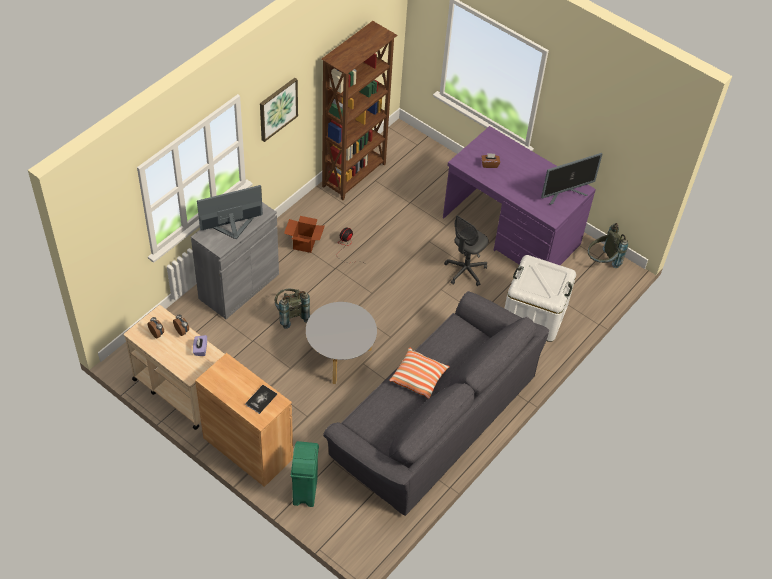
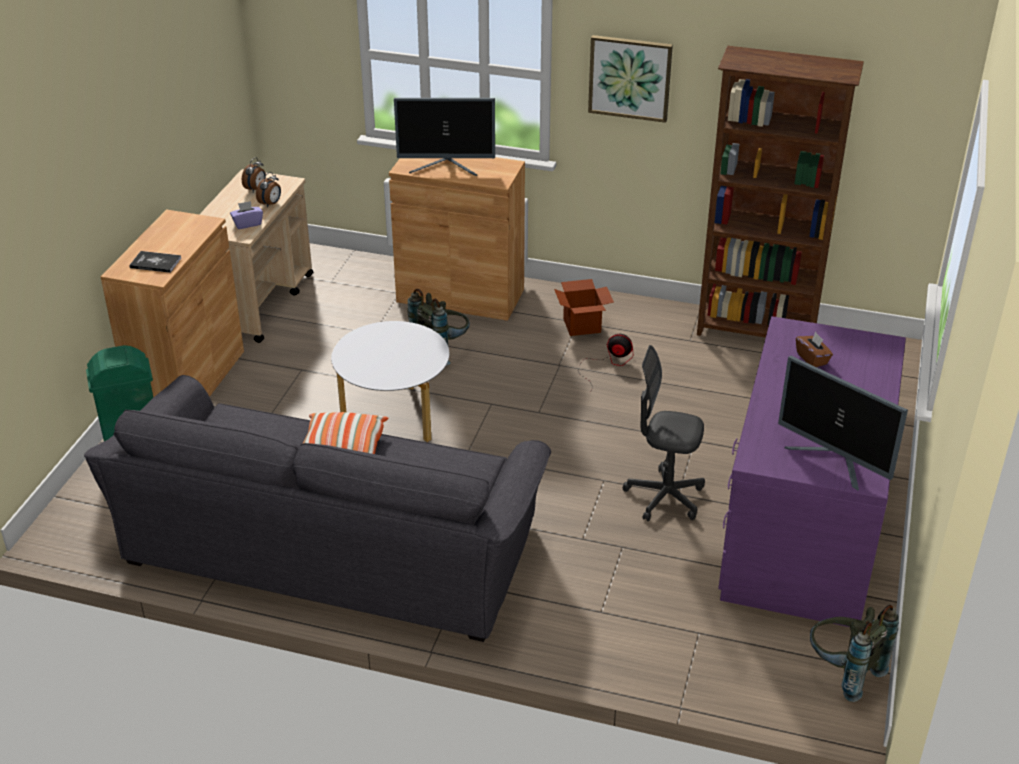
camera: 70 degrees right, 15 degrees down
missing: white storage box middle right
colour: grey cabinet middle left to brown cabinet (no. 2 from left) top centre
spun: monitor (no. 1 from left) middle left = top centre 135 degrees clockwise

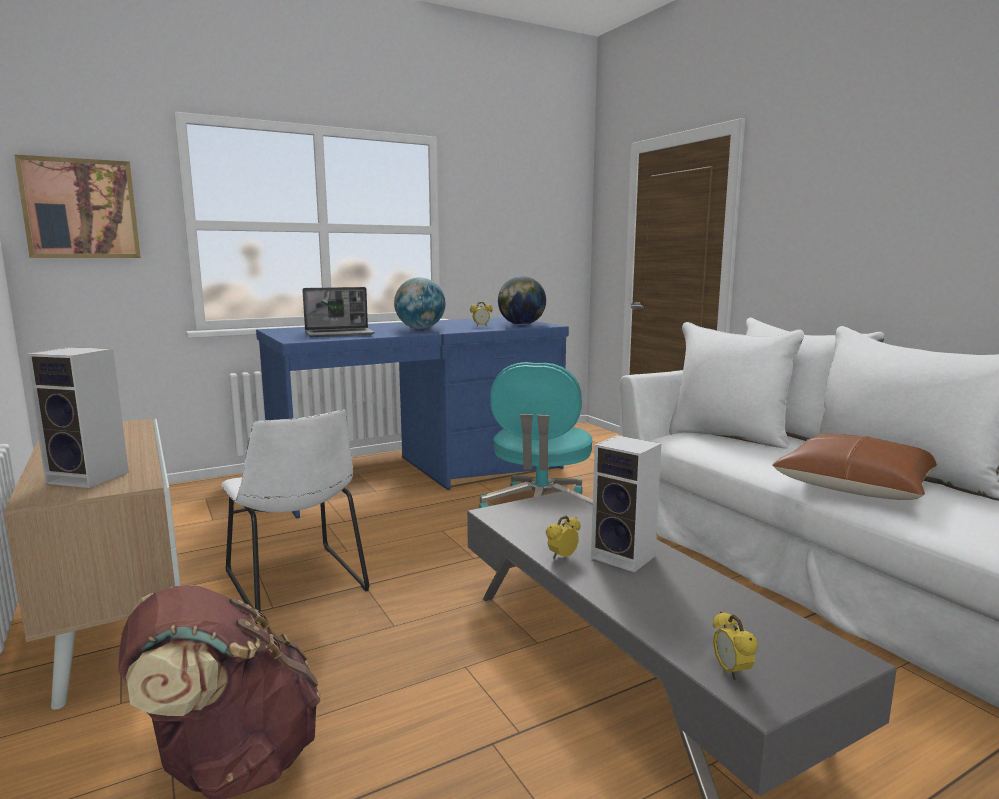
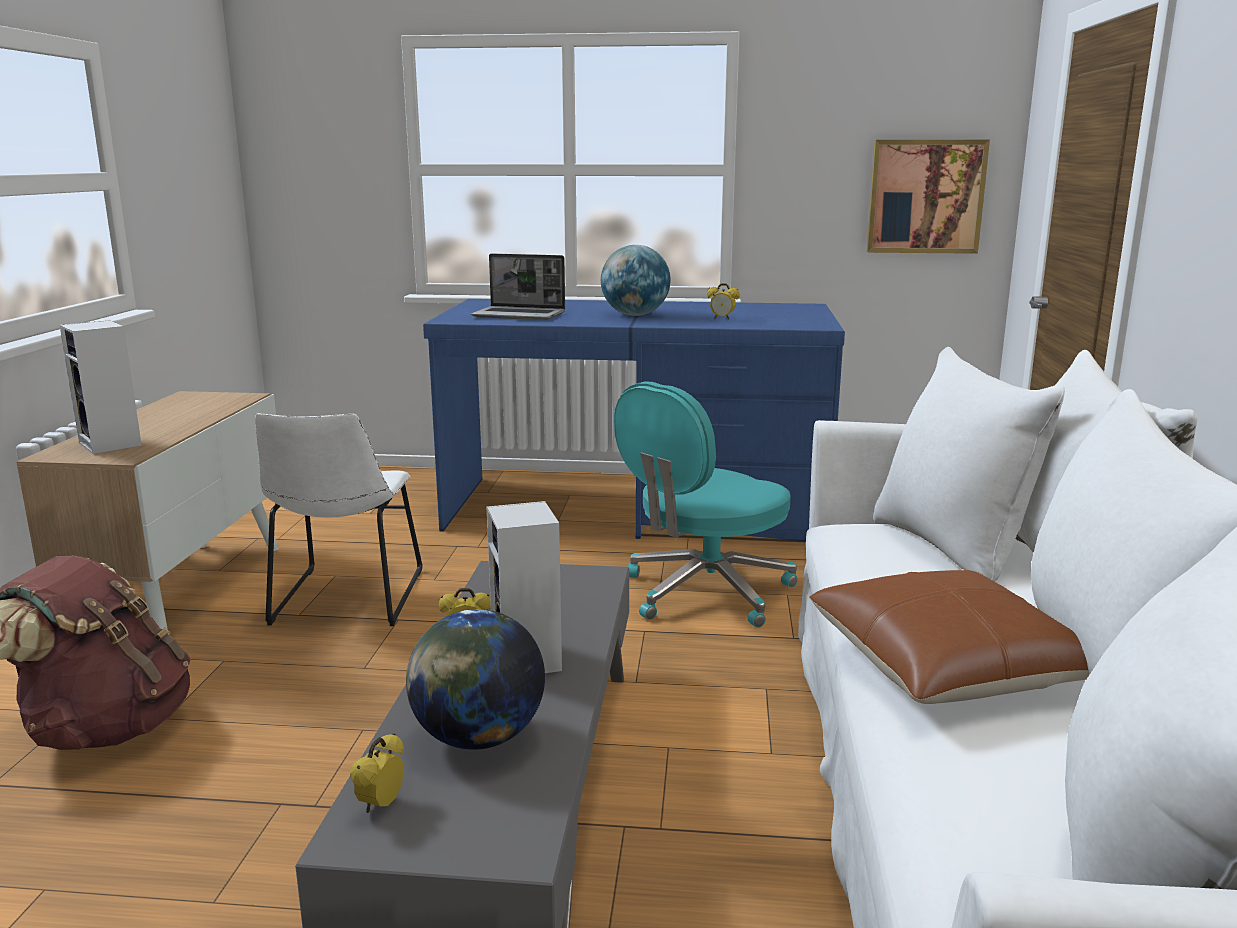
camera: 35 degrees right, 5 degrees up
relocated: globe (no. 2 from left in the first image) centre to globe (no. 1 from left) bottom centre; picture top left to top right

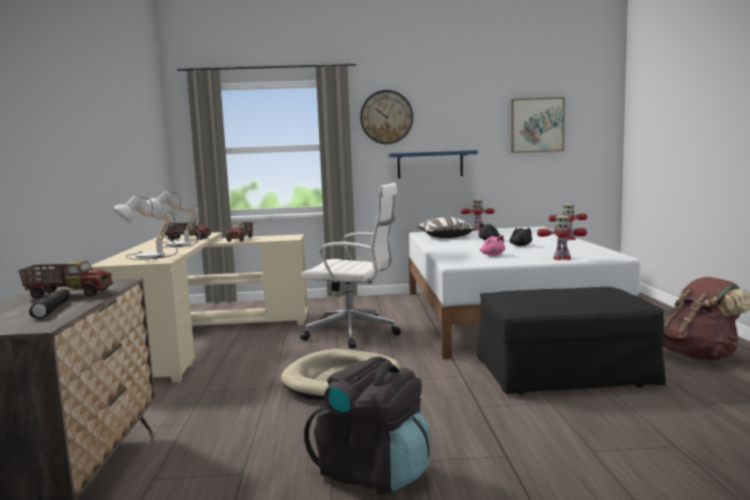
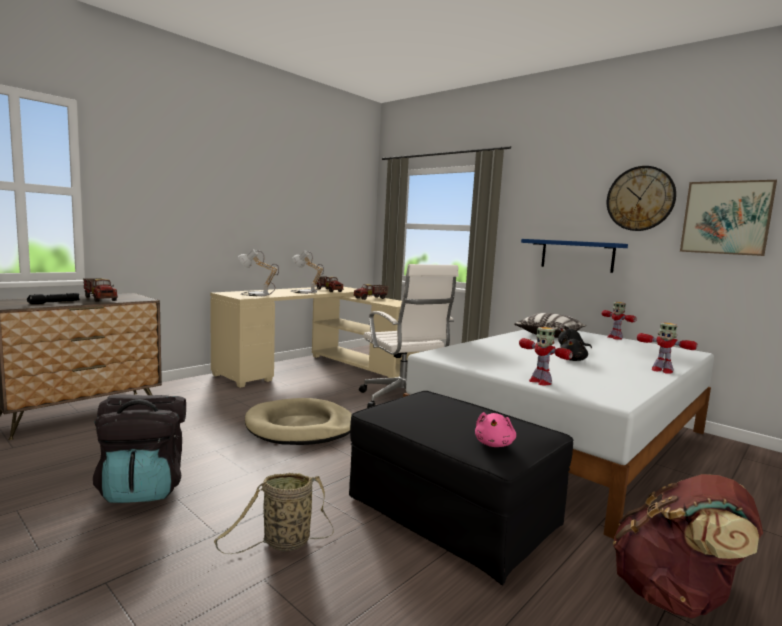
camera: 45 degrees right, 0 degrees up
appeared: basket bottom centre
relocated: pink plush toy centre to bottom centre; wall clock top centre to top right

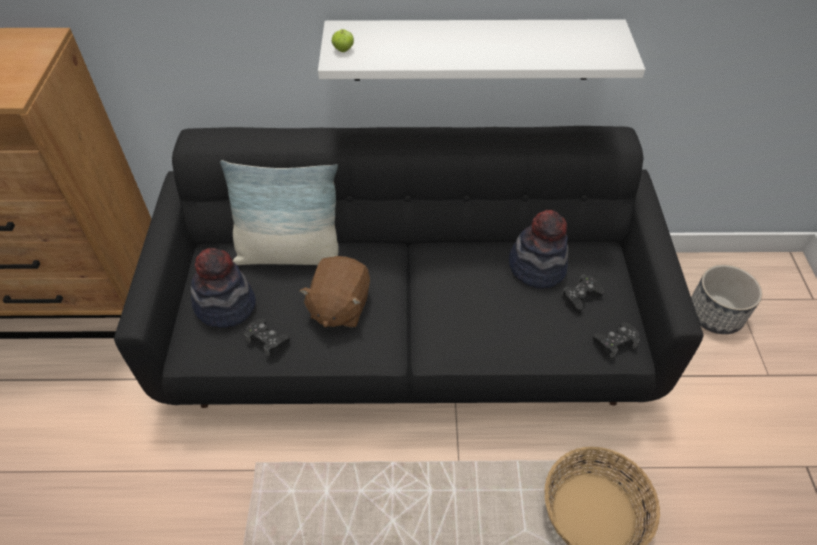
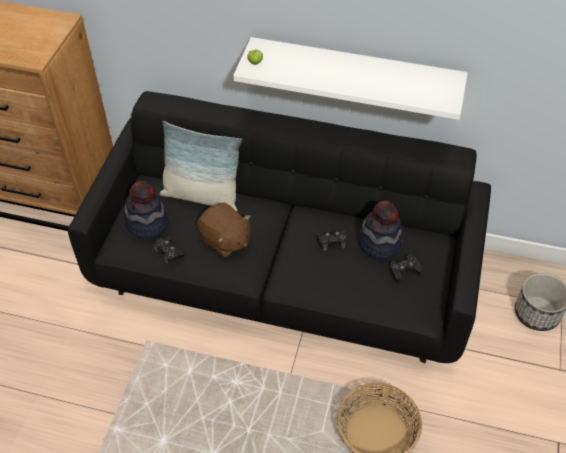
camera: 15 degrees right, 0 degrees up
relocated: black game controller (no. 3 from left in the first image) middle right to black game controller (no. 2 from left) centre
spun: brown plush toy centre = centre 75 degrees counterclockwise

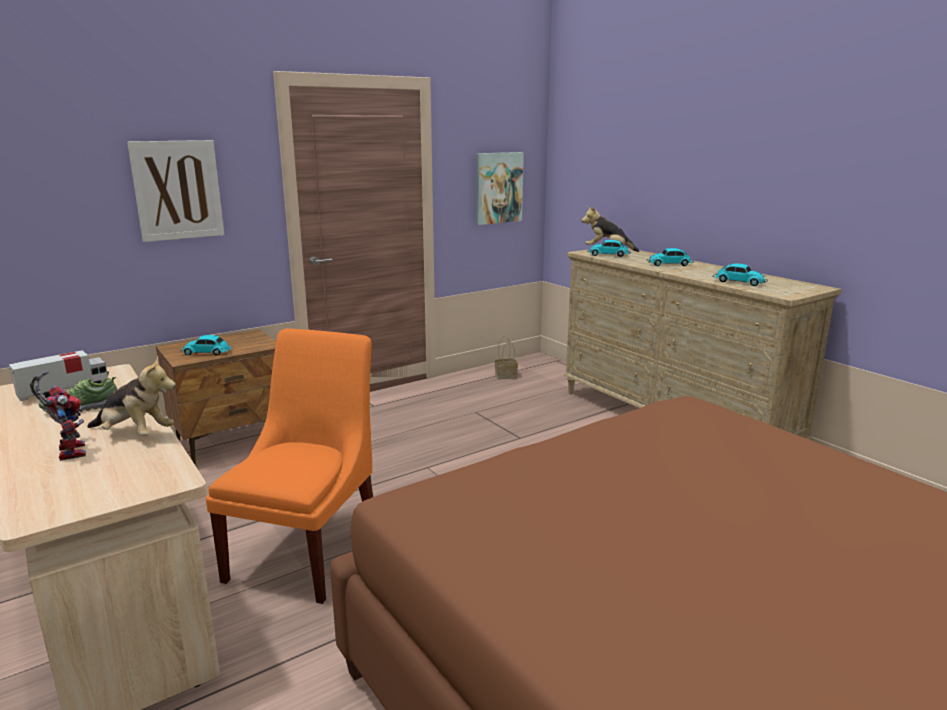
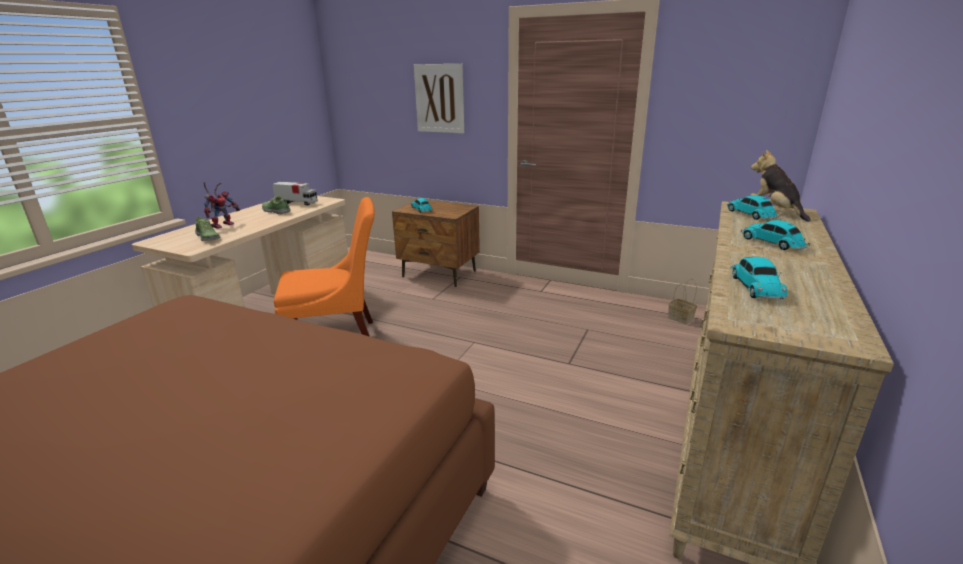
camera: 60 degrees right, 5 degrees up
missing: plush toy (no. 1 from left) middle left; picture (no. 2 from left) top centre
appeared: shoe (no. 1 from left) middle left

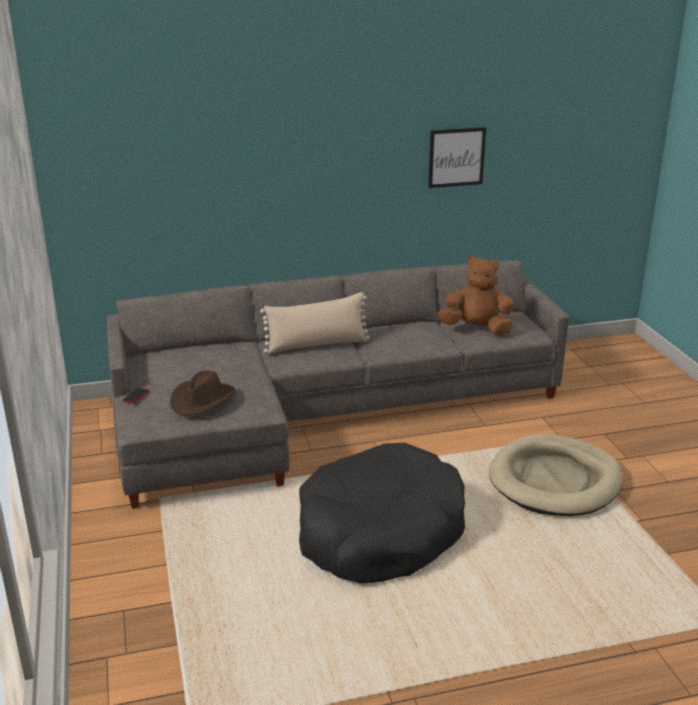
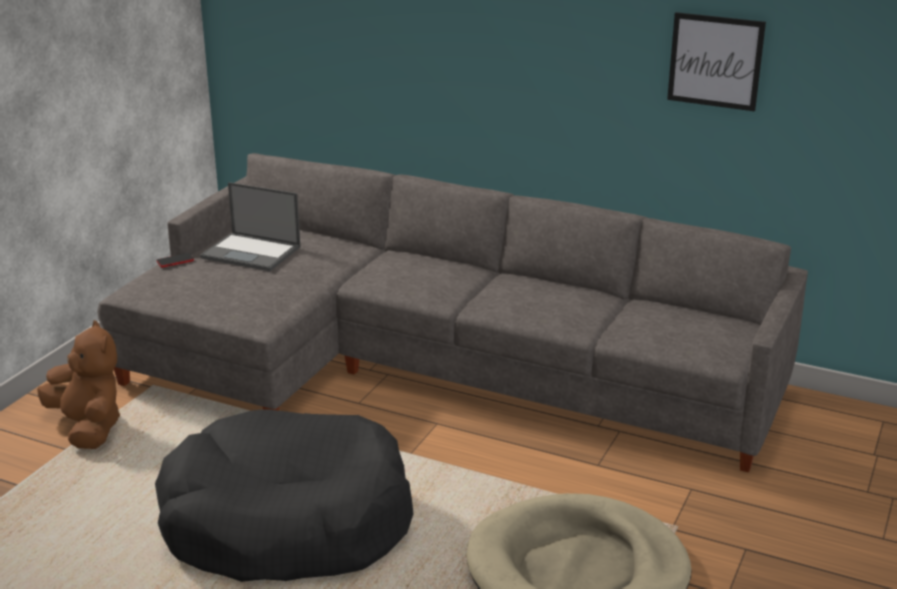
camera: 40 degrees right, 0 degrees up
missing: brown hat middle left; beige pillow centre
appeared: laptop middle left
relocated: brown plush toy middle right to middle left

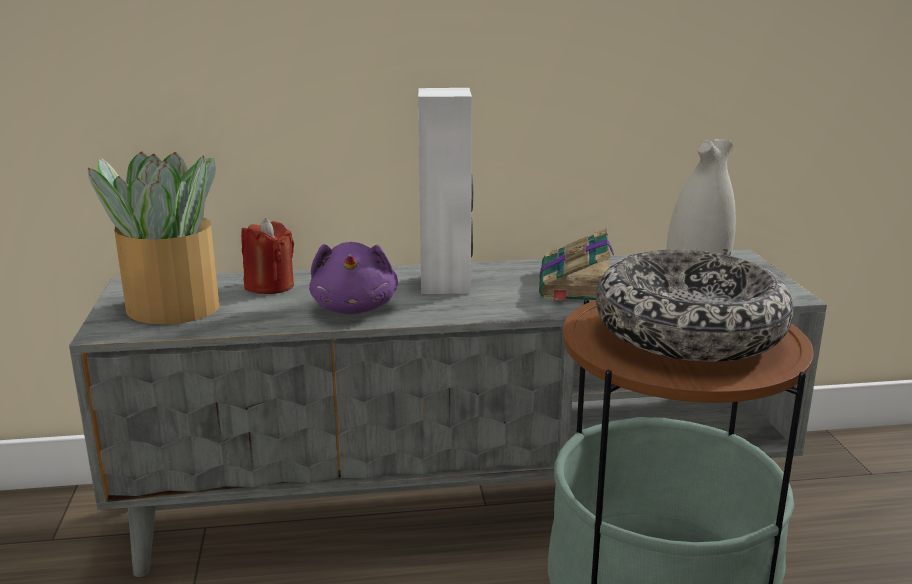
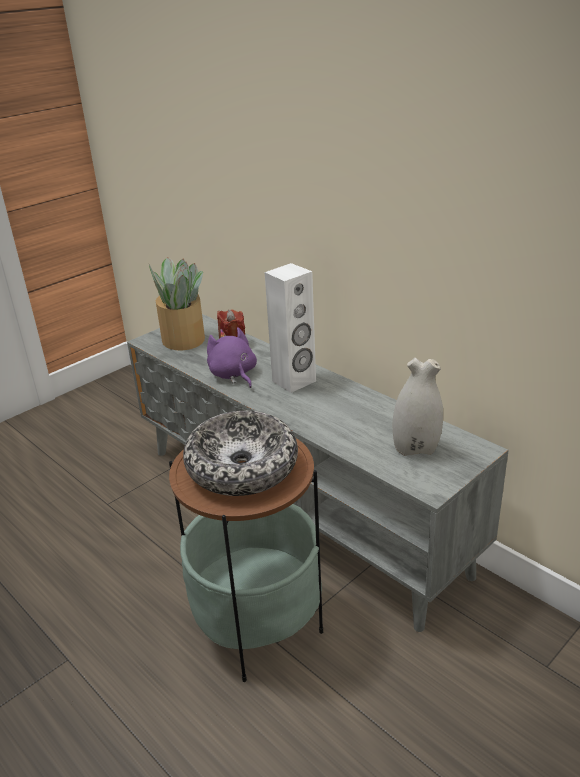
camera: 55 degrees right, 10 degrees up
missing: book centre
spun: purple plush toy centre = centre 105 degrees clockwise

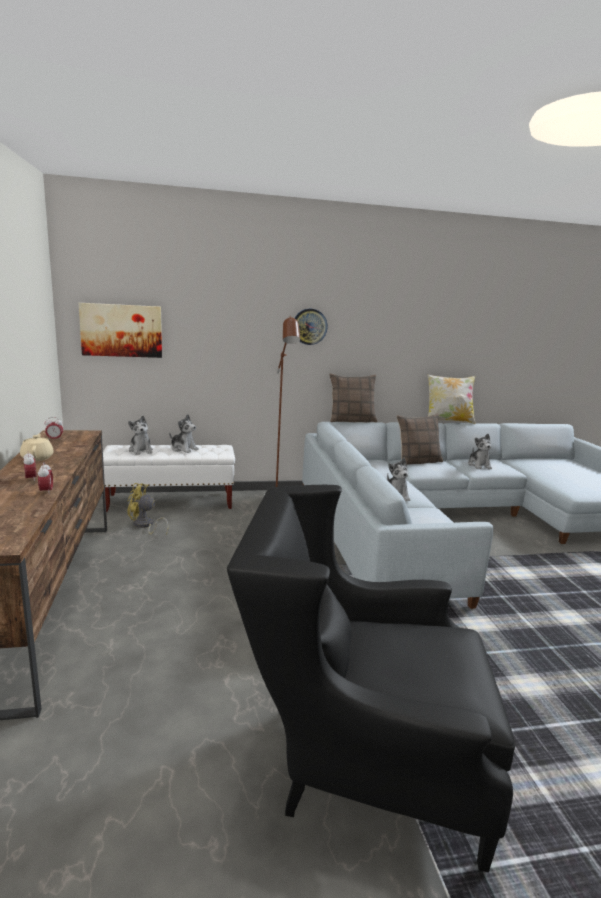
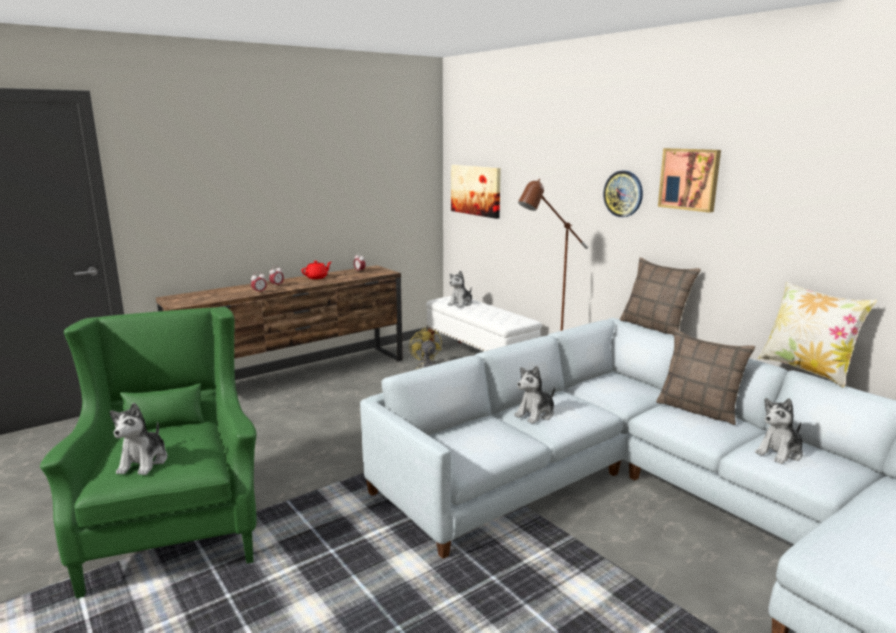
camera: 65 degrees right, 0 degrees up
appeared: picture (no. 2 from left) top right
relocated: plush toy (no. 2 from left in the first image) middle left to plush toy (no. 1 from left) bottom left
colour: black armchair bottom centre to green armchair bottom left; beige teapot middle left to red teapot centre

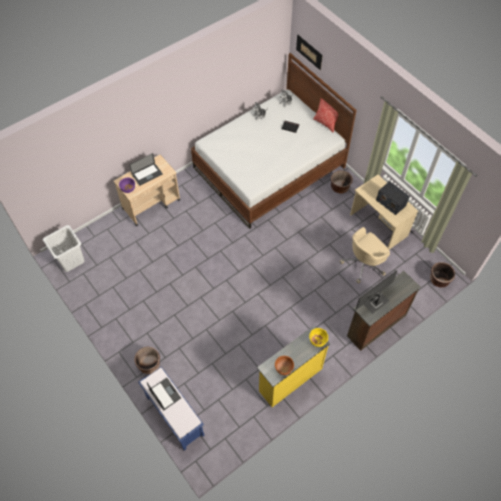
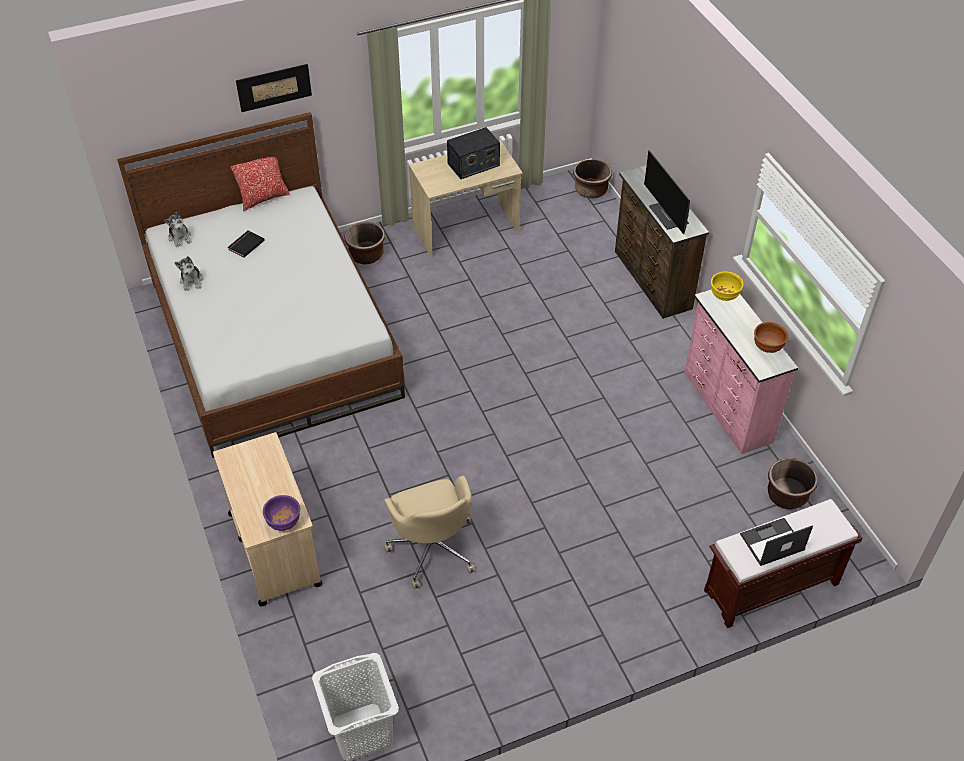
camera: 75 degrees left, 10 degrees down
missing: laptop (no. 1 from left) middle left
relocated: picture top centre to top left; beige office chair middle right to bottom centre; brown planter (no. 1 from left in the first image) bottom left to brown planter (no. 3 from left) middle right
colour: yellow dresser bottom centre to pink dresser middle right; blue bench bottom centre to brown bench bottom right

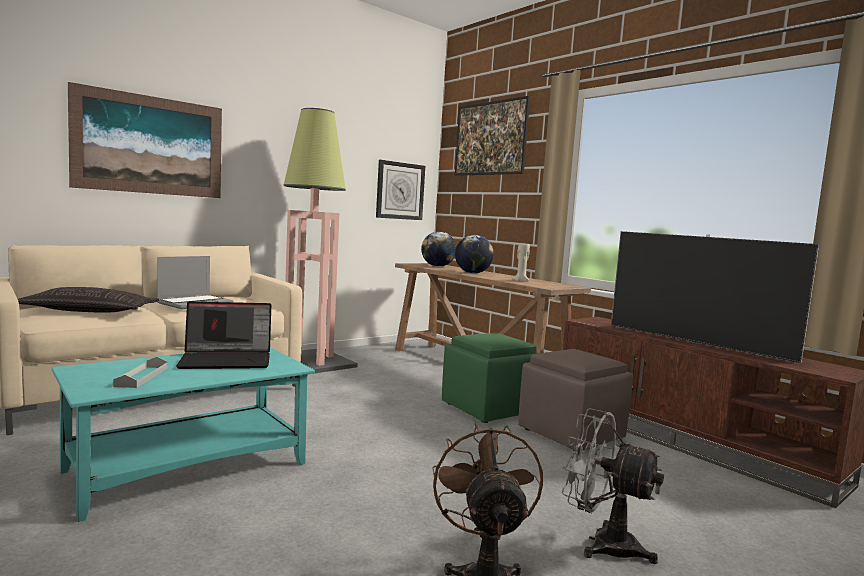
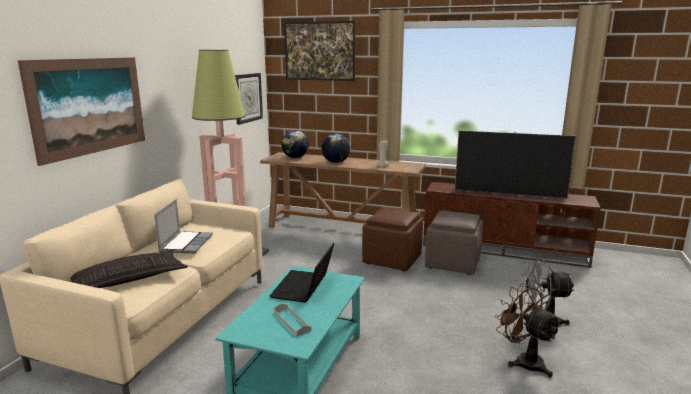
camera: 30 degrees left, 10 degrees up
colour: green ottoman centre to brown ottoman (no. 1 from left) centre
spun: laptop (no. 2 from left) middle left = bottom centre 150 degrees clockwise

